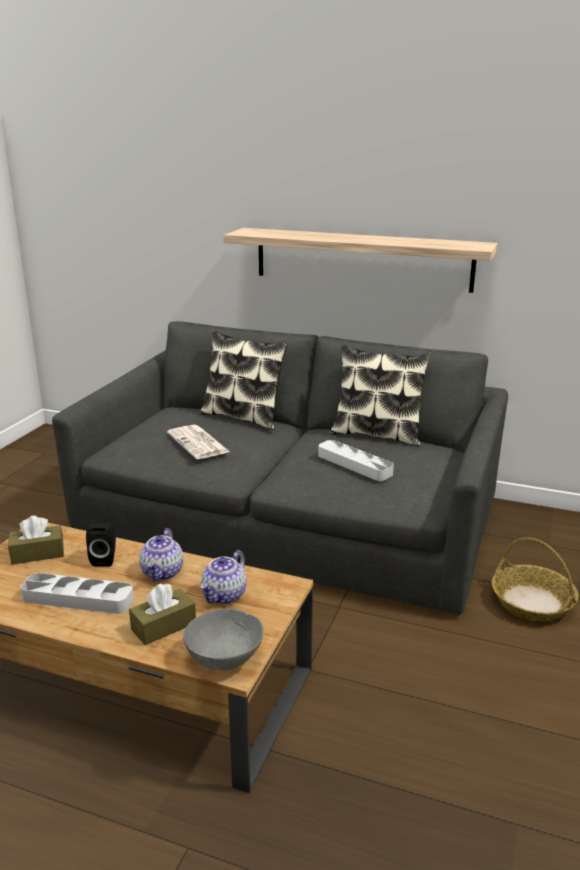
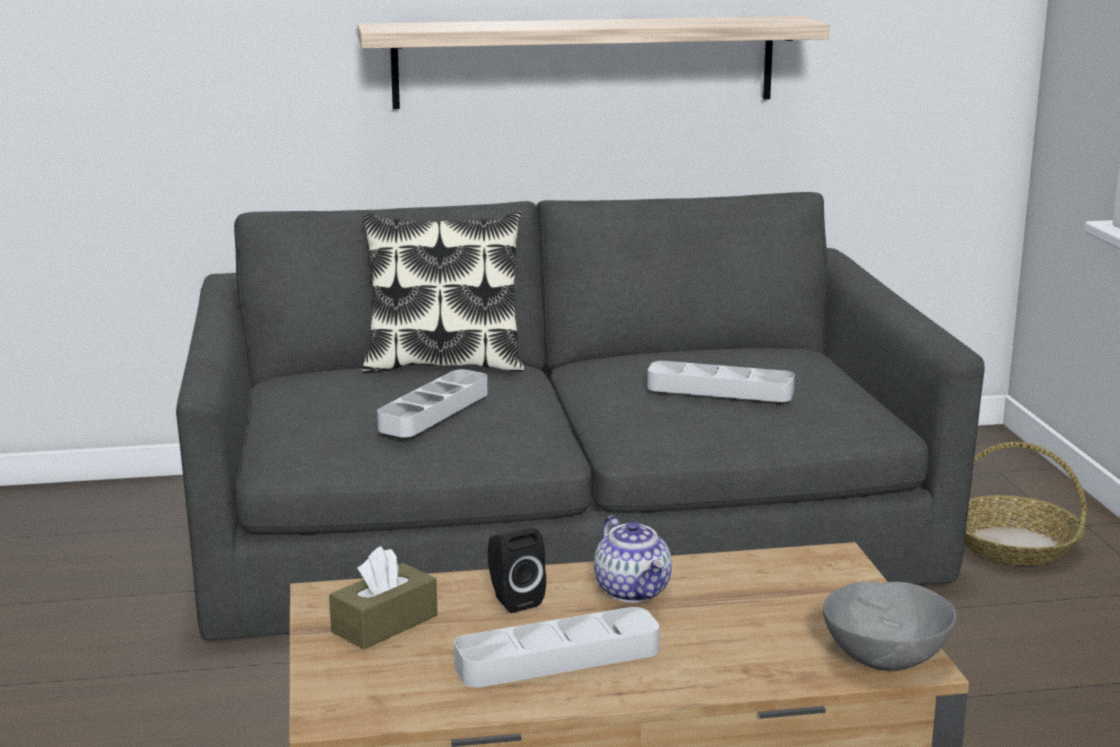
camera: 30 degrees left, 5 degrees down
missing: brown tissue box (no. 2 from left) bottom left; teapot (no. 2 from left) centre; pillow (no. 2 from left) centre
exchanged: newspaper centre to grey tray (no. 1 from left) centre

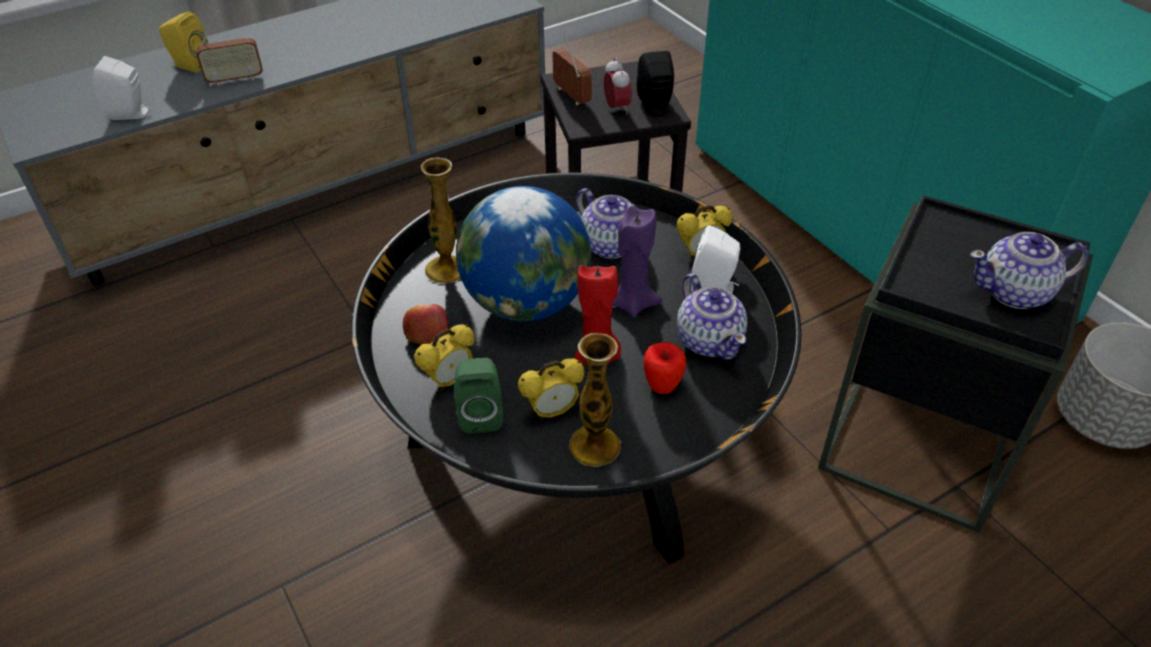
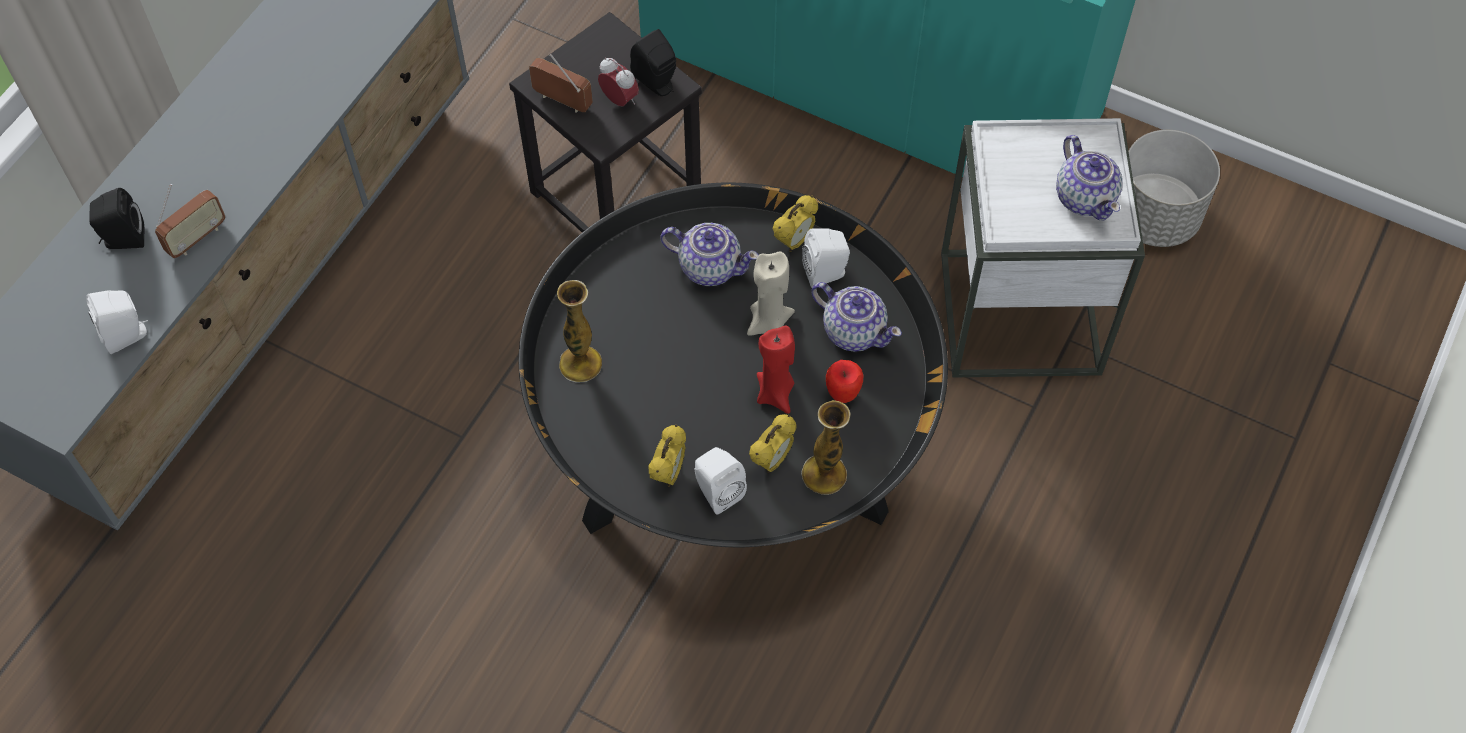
camera: 30 degrees left, 15 degrees up
missing: apple (no. 1 from left) centre; globe centre
colour: yellow speaker top left to black speaker (no. 1 from left) top left; green speaker centre to white speaker (no. 2 from left) centre; purple candle centre to beige candle centre; black side table middle right to white side table middle right
spun: teapot (no. 3 from left) middle right = top right 75 degrees counterclockwise

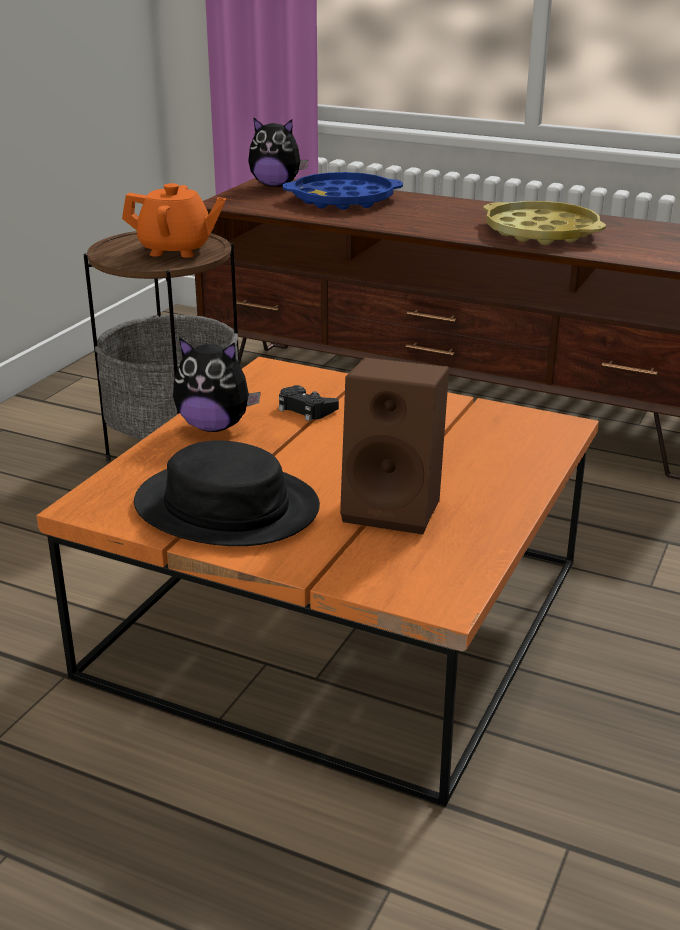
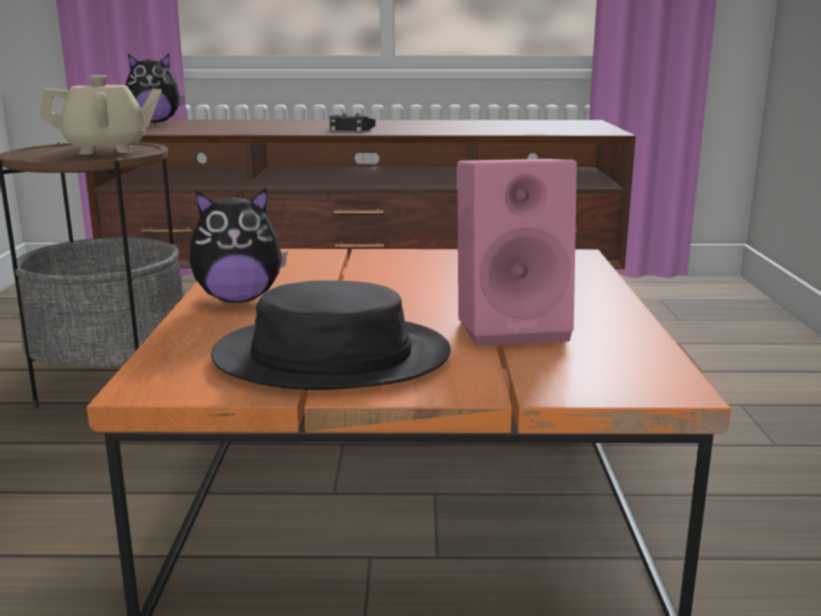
camera: 25 degrees left, 10 degrees down
missing: blue tray top centre; yellow tray top right
relocated: black game controller centre to top centre
colour: orange teapot top left to beige teapot top left; brown speaker centre to pink speaker centre

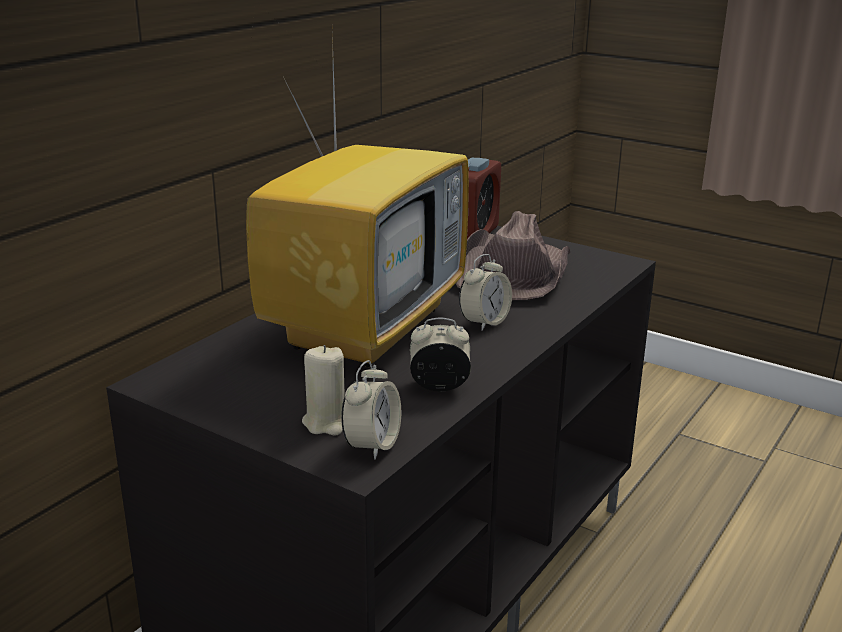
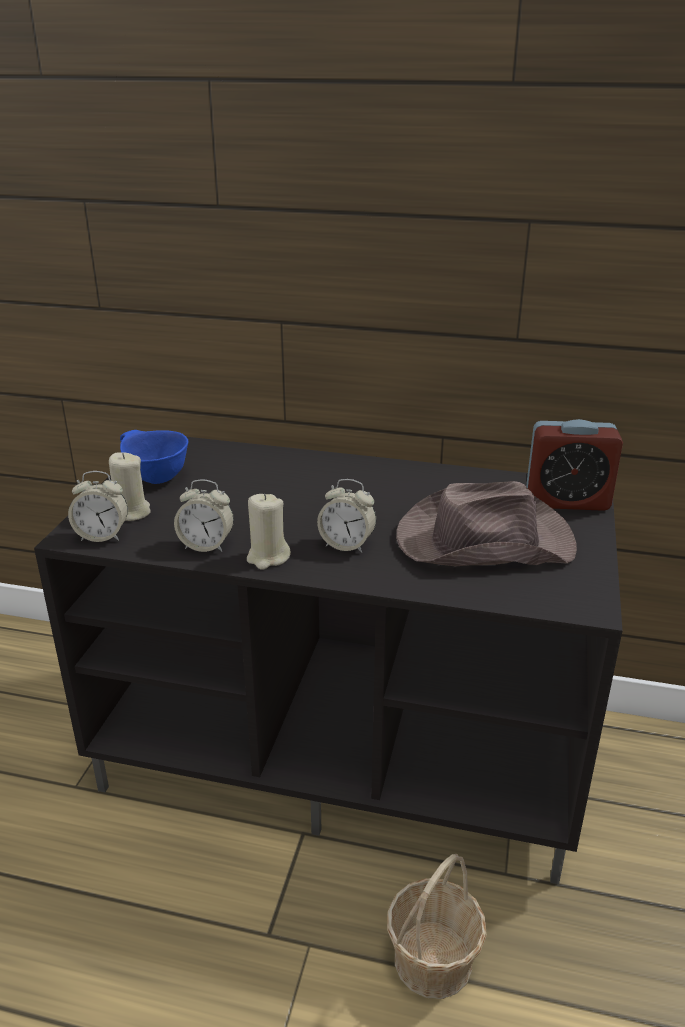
camera: 70 degrees right, 5 degrees up
missing: television top centre
appeared: blue bowl middle left; beige candle (no. 2 from left) centre; basket bottom centre
spun: alarm clock (no. 2 from left) centre = middle left 120 degrees clockwise

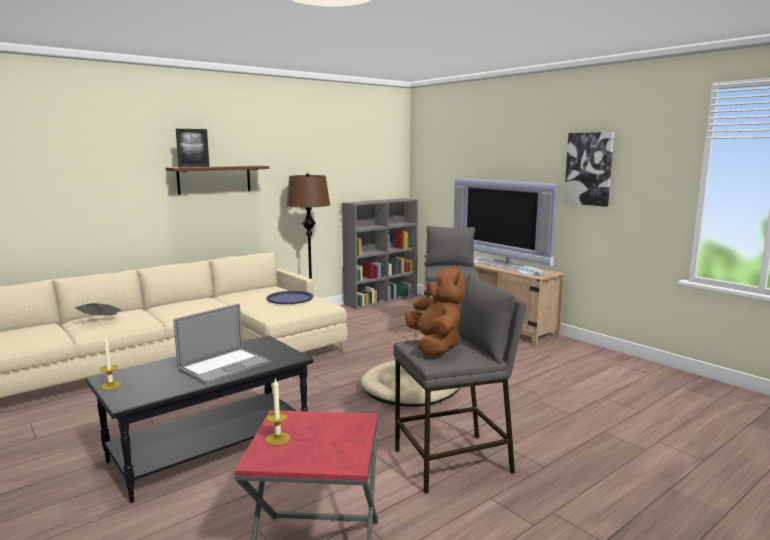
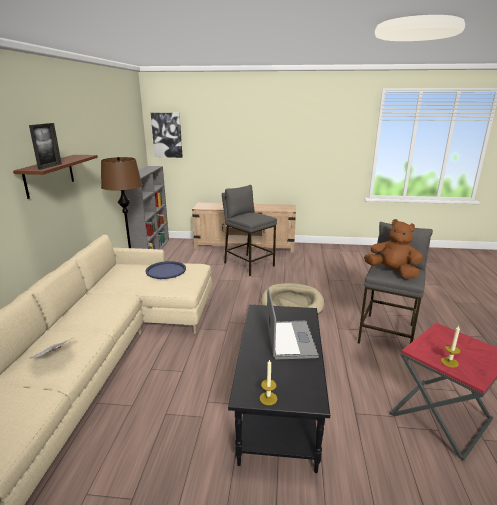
camera: 45 degrees left, 10 degrees up
missing: television centre
relocated: picture top right to top centre

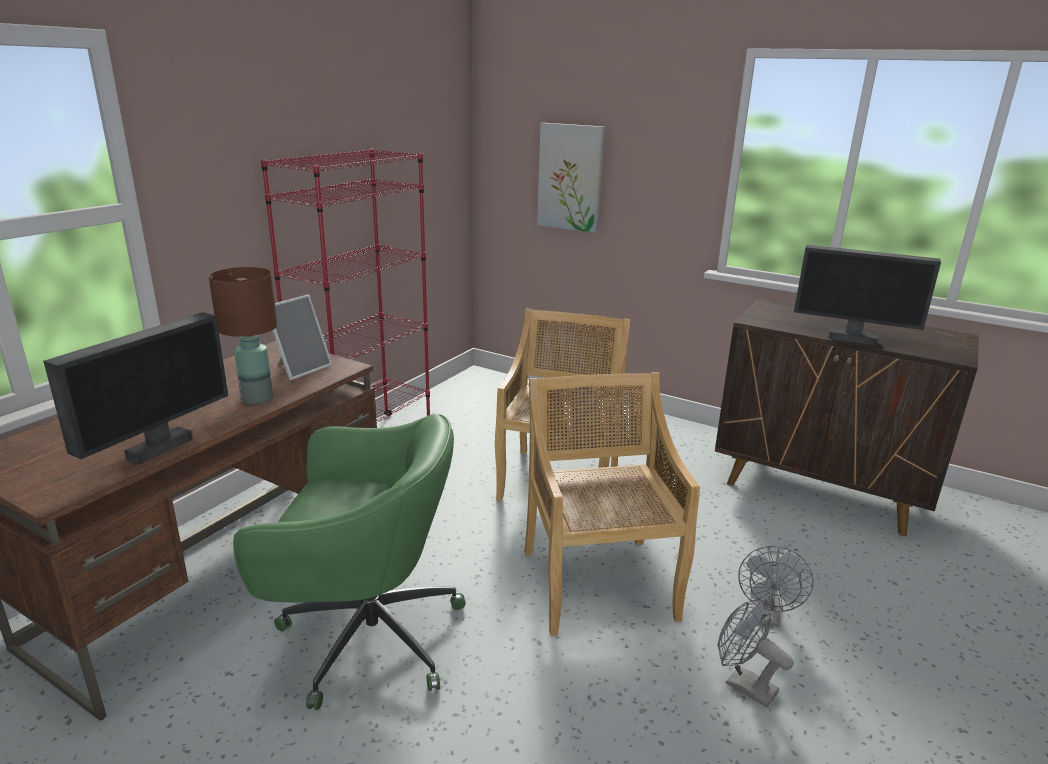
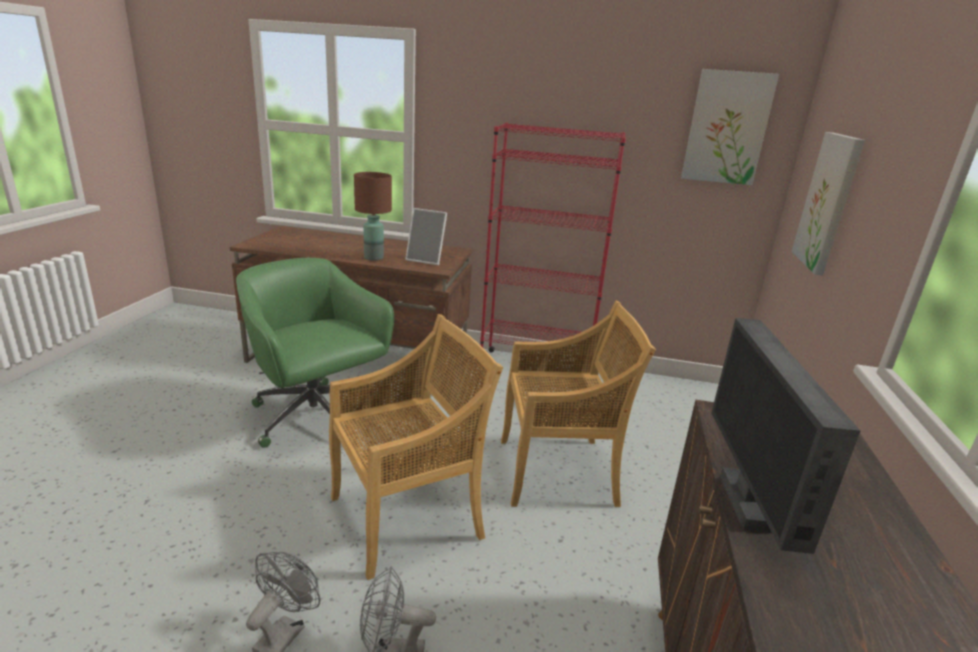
camera: 70 degrees right, 0 degrees up
missing: monitor (no. 1 from left) middle left
appeared: picture (no. 1 from left) top right
spun: green office chair bottom left = middle left 150 degrees clockwise

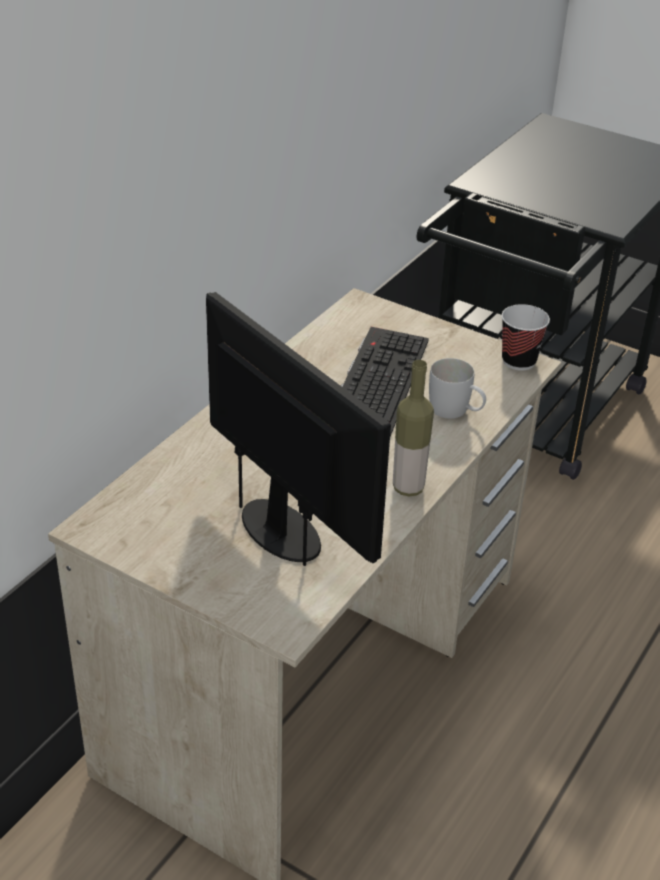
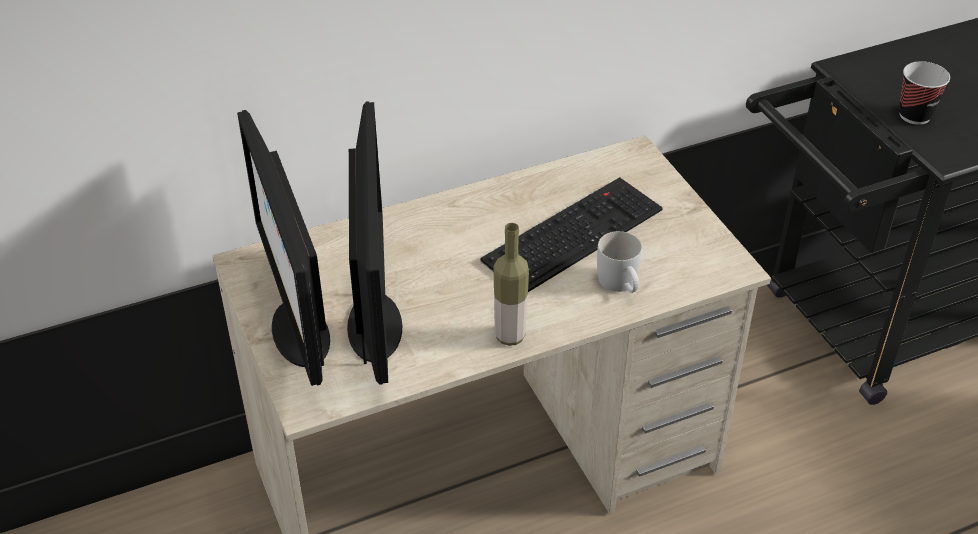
camera: 35 degrees right, 5 degrees up
appeared: monitor (no. 1 from left) middle left
relocated: cup middle right to top right

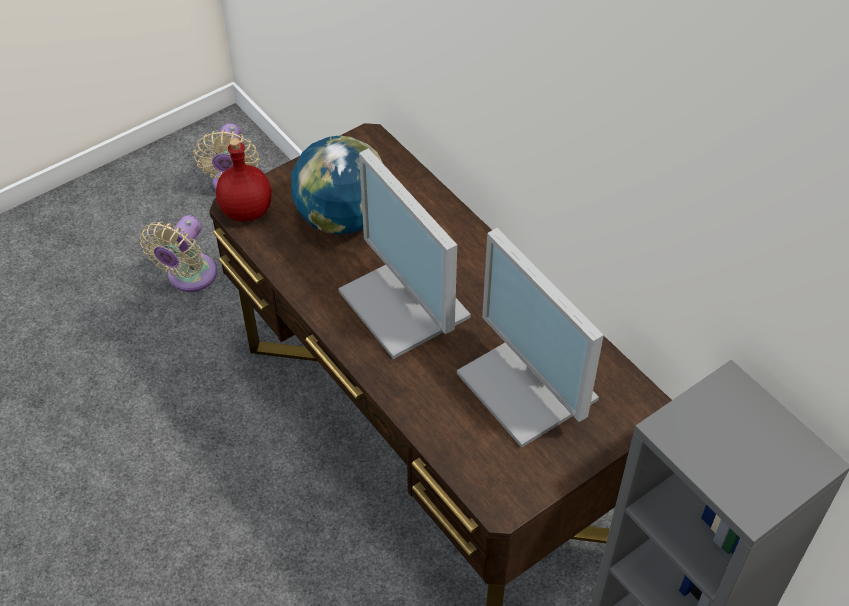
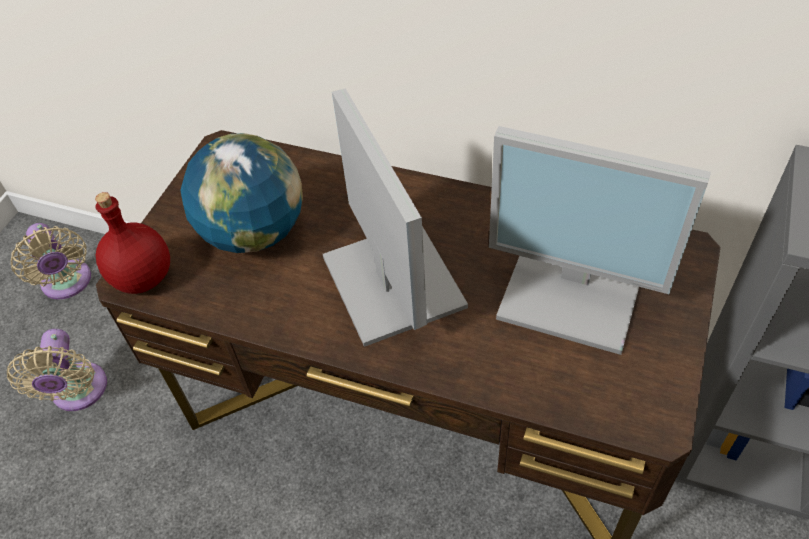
camera: 30 degrees left, 0 degrees up
spun: monitor (no. 1 from left) centre = centre 135 degrees counterclockwise

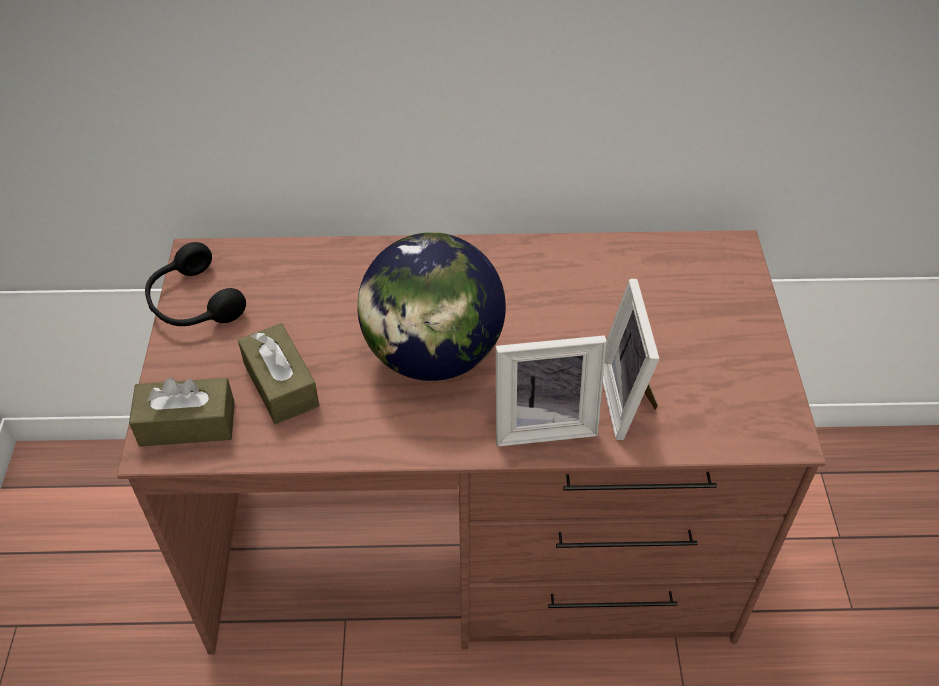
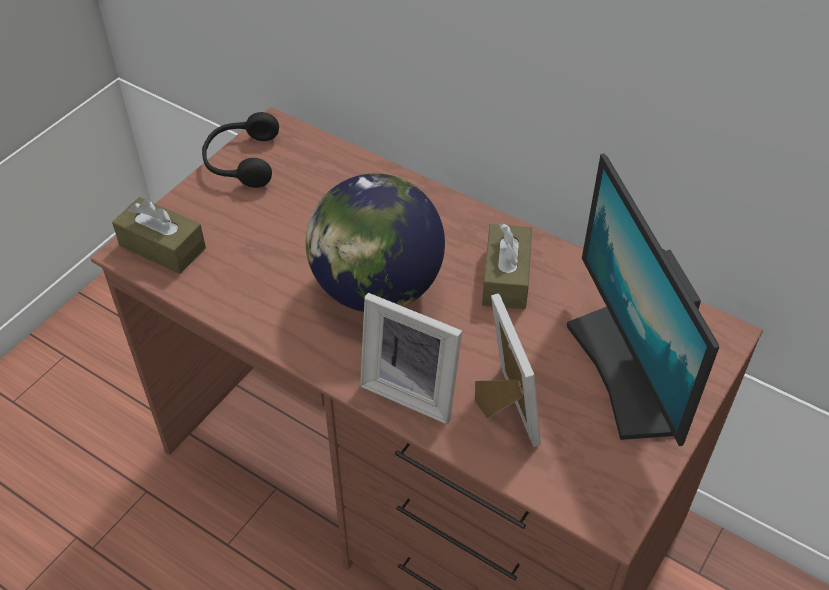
camera: 35 degrees right, 0 degrees up
appeared: monitor middle right
relocated: brown tissue box (no. 2 from left) middle left to centre
spun: picture frame (no. 2 from left) middle right = centre 135 degrees clockwise

